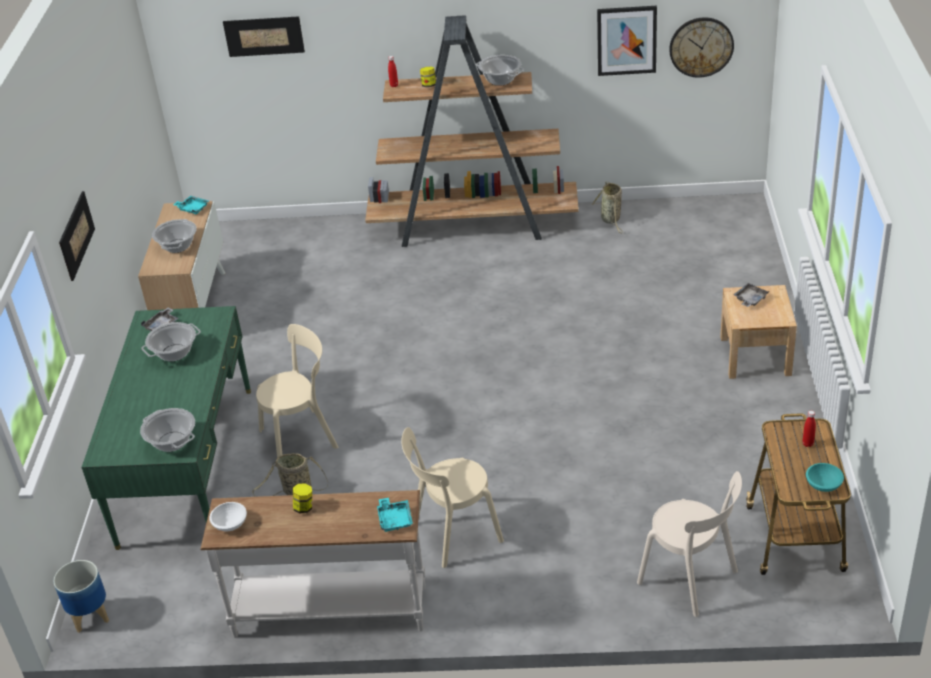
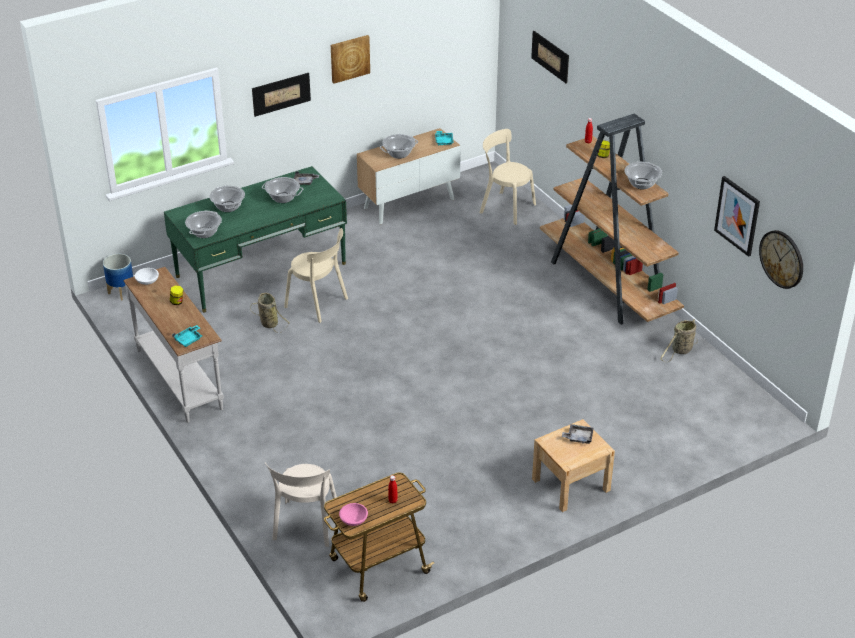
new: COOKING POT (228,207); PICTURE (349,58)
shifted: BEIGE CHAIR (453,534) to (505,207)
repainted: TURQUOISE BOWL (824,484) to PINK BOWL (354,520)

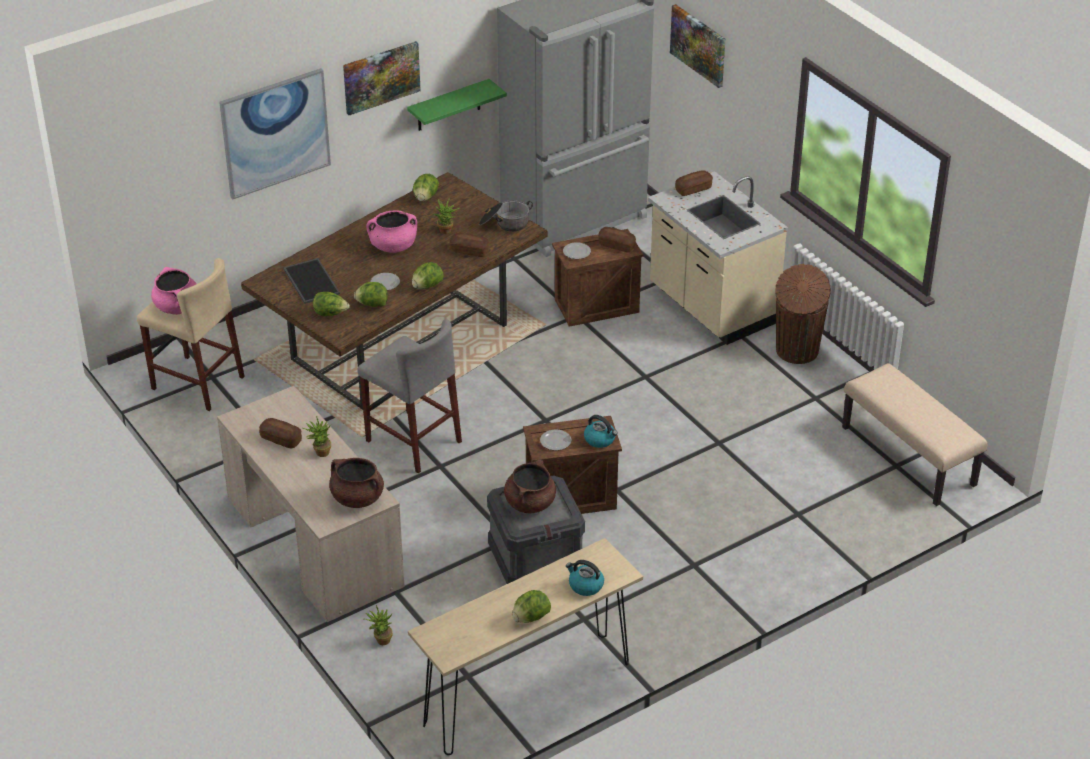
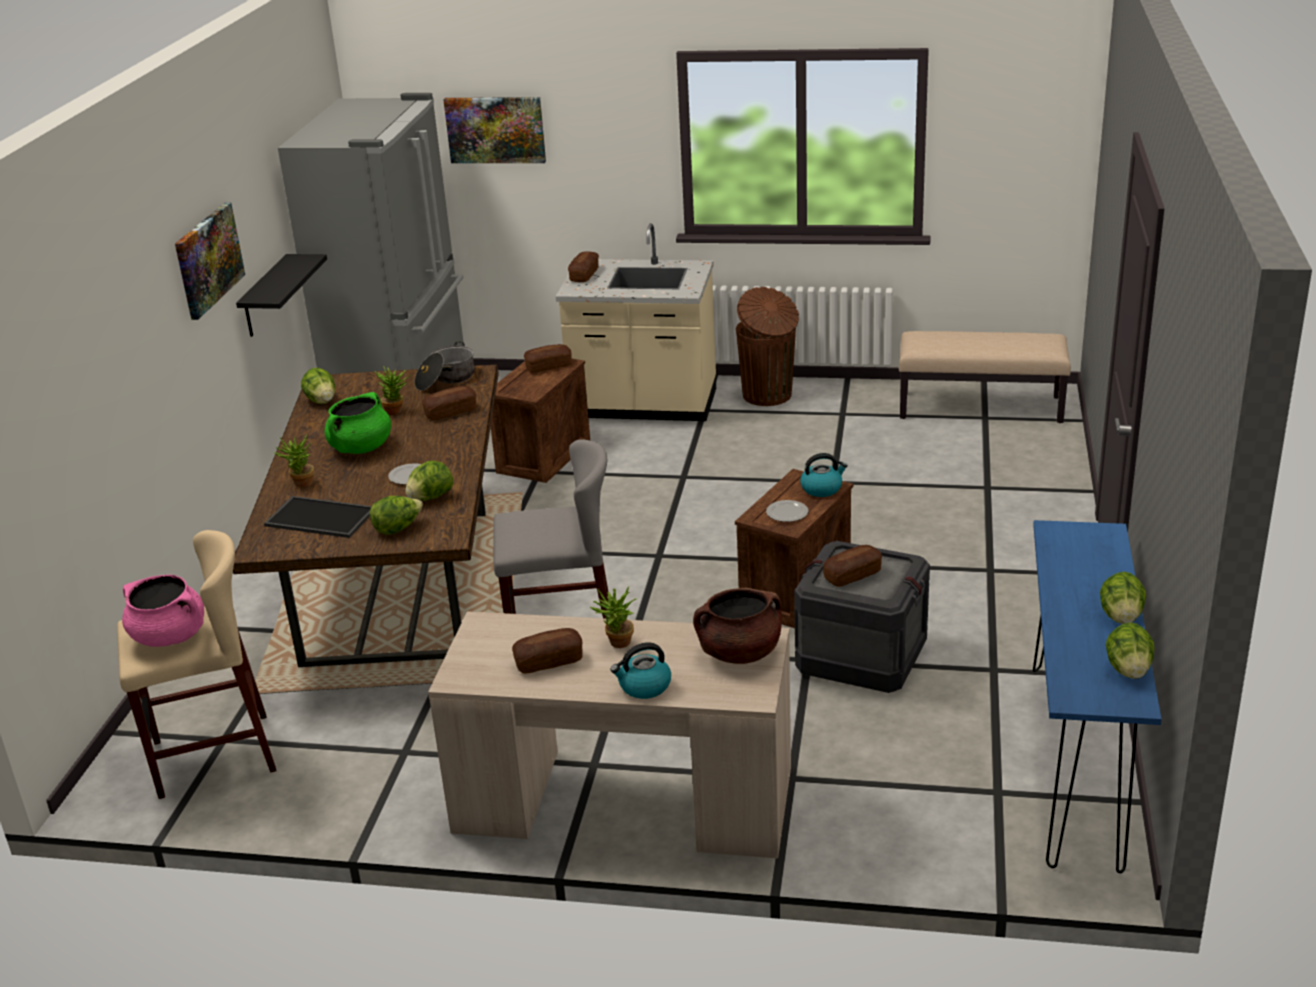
gone: PICTURE (275,133); PLATE (576,251)
shifted: POTTED PLANT (380,640) to (301,485); KETTLE (585,585) to (644,686); LETTUCE (427,286) to (1128,670)
swapped: BROWN COOKING POT (530,503) to BREAD (852,575)
repainted: GREEN SHELF (448,106) to BLACK SHELF (265,297); PINK COOKING POT (393,246) to GREEN COOKING POT (361,448); BEIGE CONSOLE TABLE (527,694) to BLUE CONSOLE TABLE (1075,763)

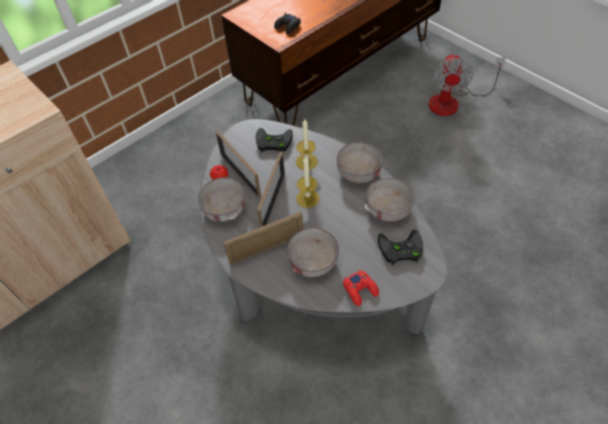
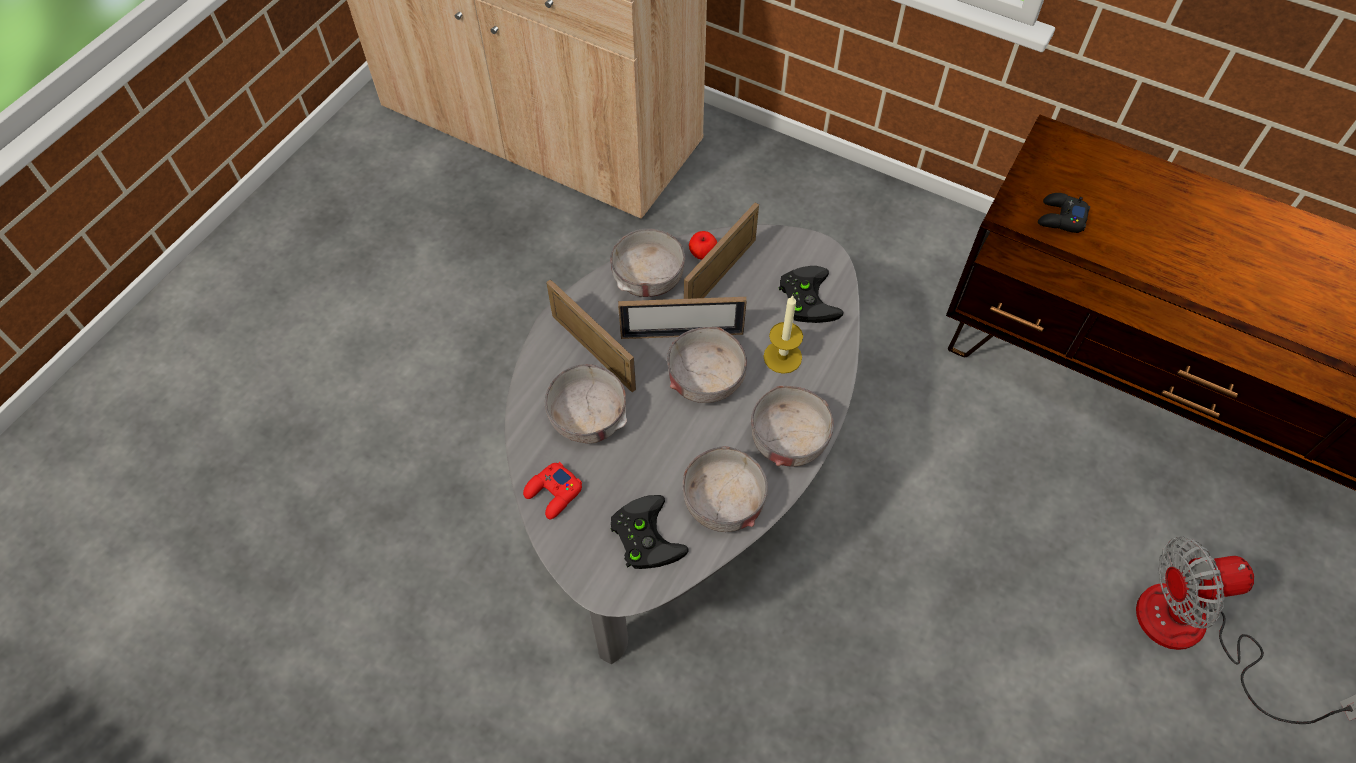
swapped: CANDLE (307,198) to GREY BOWL (705,379)

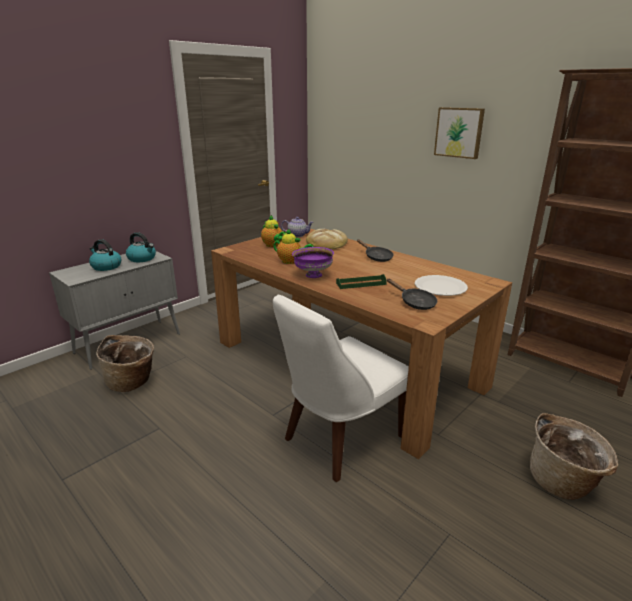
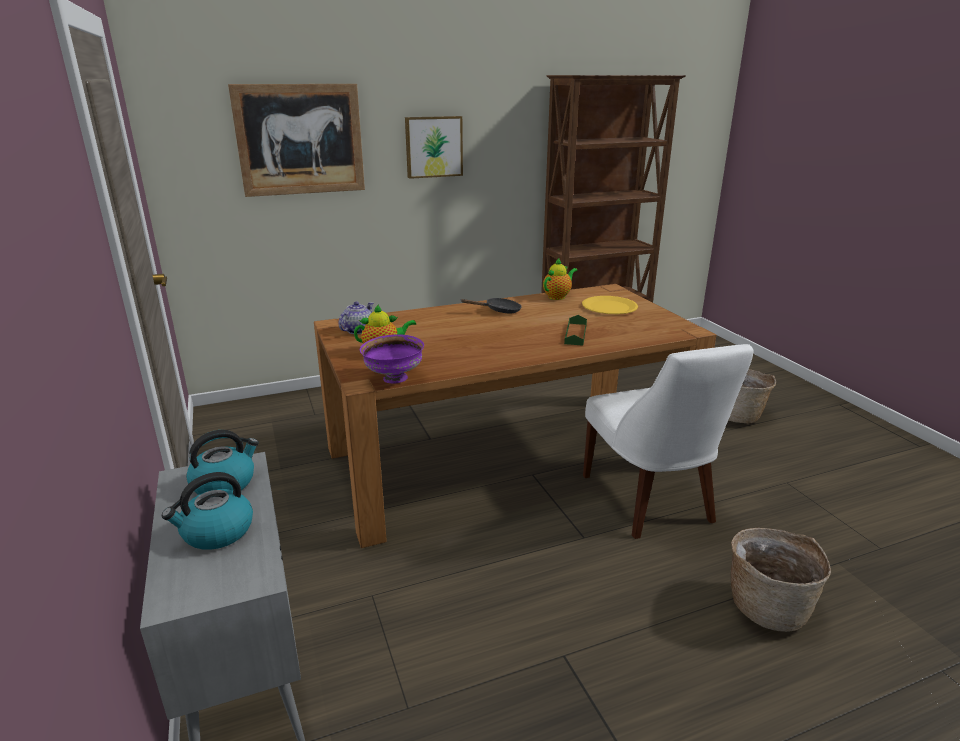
gone: BREAD (327,243); BLACK FRYING PAN (415,302)
new: PICTURE (300,140)
shifted: PURPLE BOWL (313,275) to (394,379); TEAPOT (291,261) to (558,296); BASKET (132,382) to (767,605)
repainted: WHITE PLATE (440,287) to YELLOW PLATE (609,307)

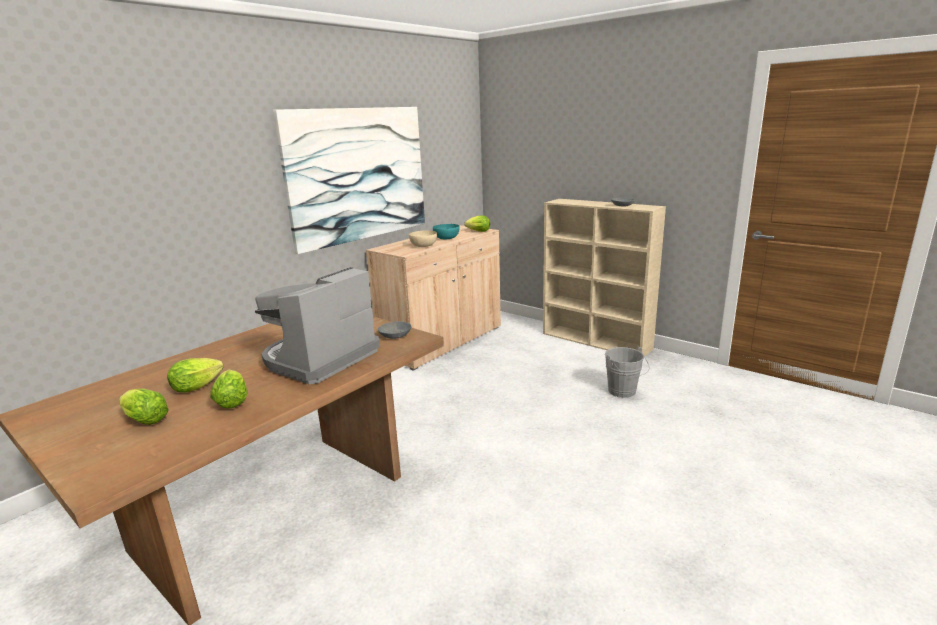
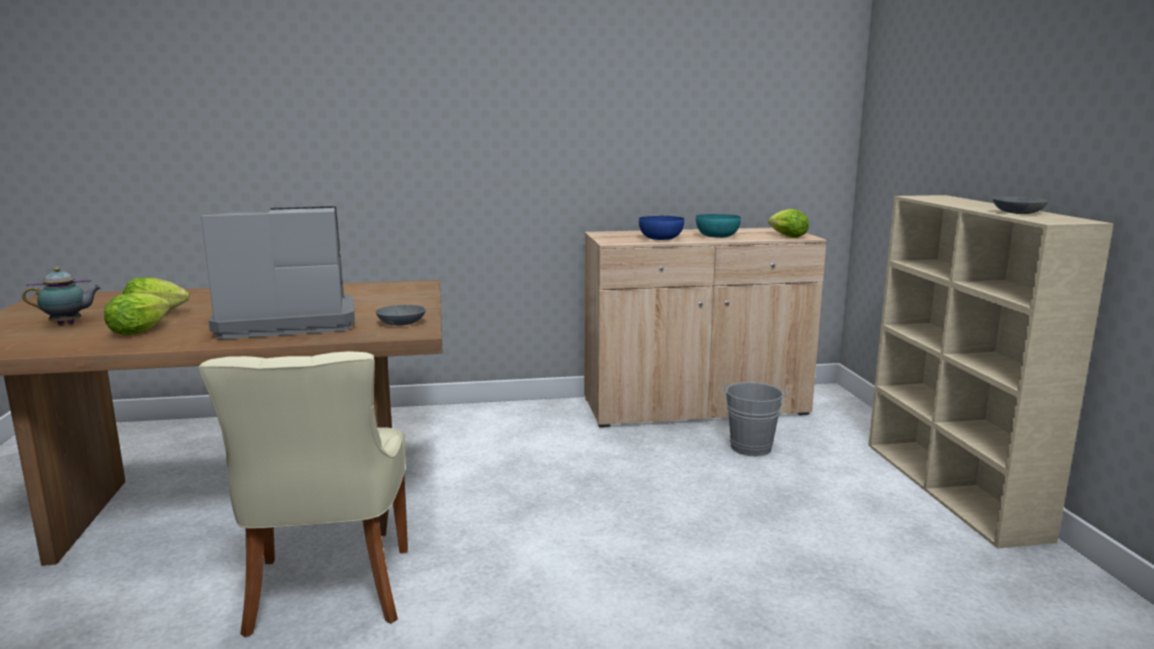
gone: PICTURE (358,175)
new: BEIGE CHAIR (328,593)
shifted: GREY BUCKET (624,392) to (750,450)
swapped: LETTUCE (143,420) to TEAPOT (68,324)
repainted: BEIGE BOWL (423,246) to BLUE BOWL (660,239)

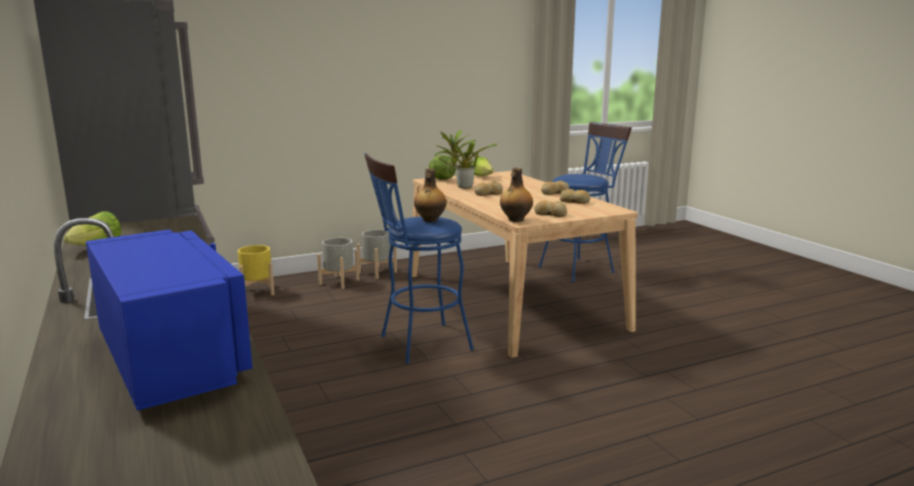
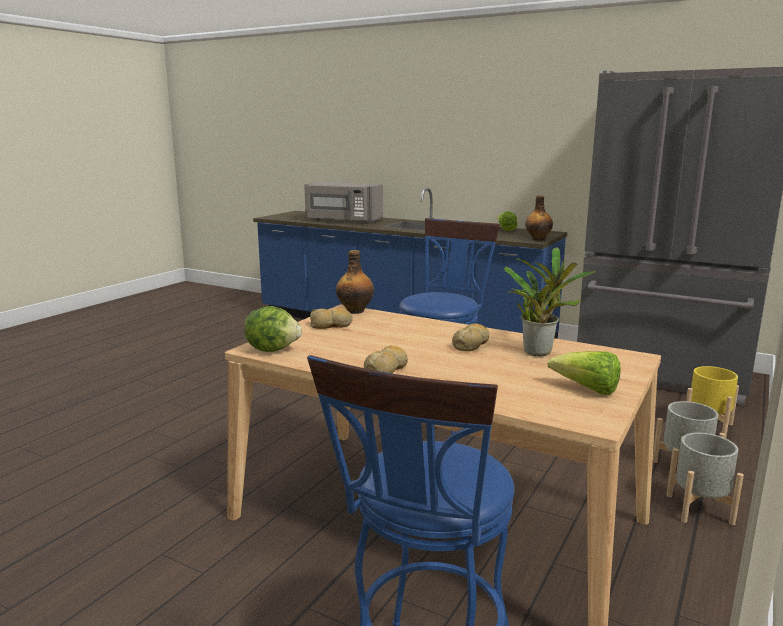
gone: BREAD (575,201)
shifted: LETTUCE (441,179) to (273,349); BOTTLE (430,220) to (538,239)
repainted: BLUE MICROWAVE (173,358) to GREY MICROWAVE (343,221)

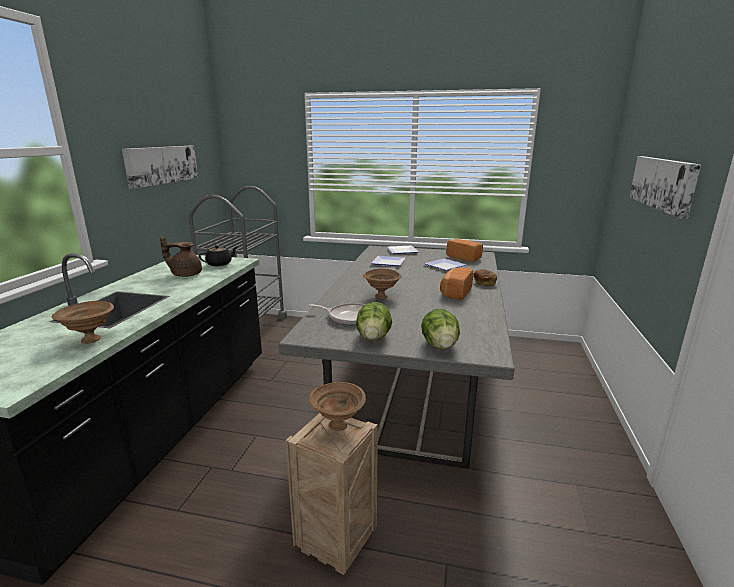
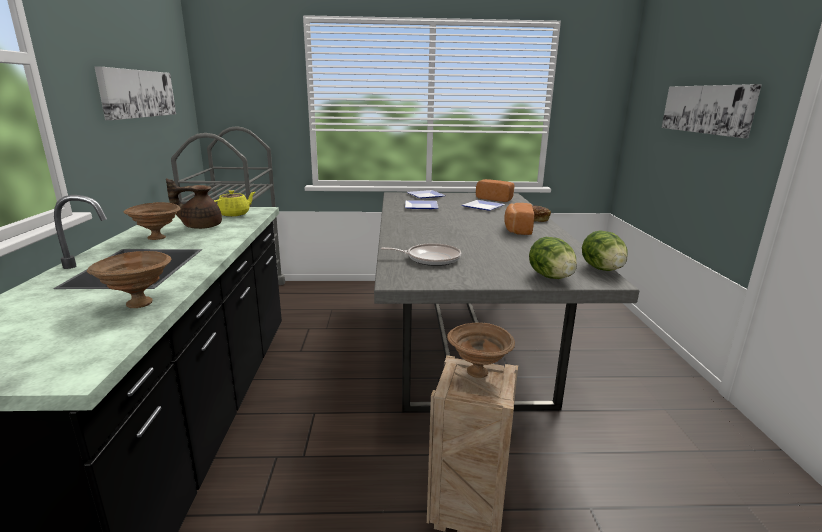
shifted: BROWN BOWL (382,296) to (158,238); LETTUCE (373,338) to (602,269)
repainted: BLACK TEAPOT (220,264) to YELLOW TEAPOT (235,214)

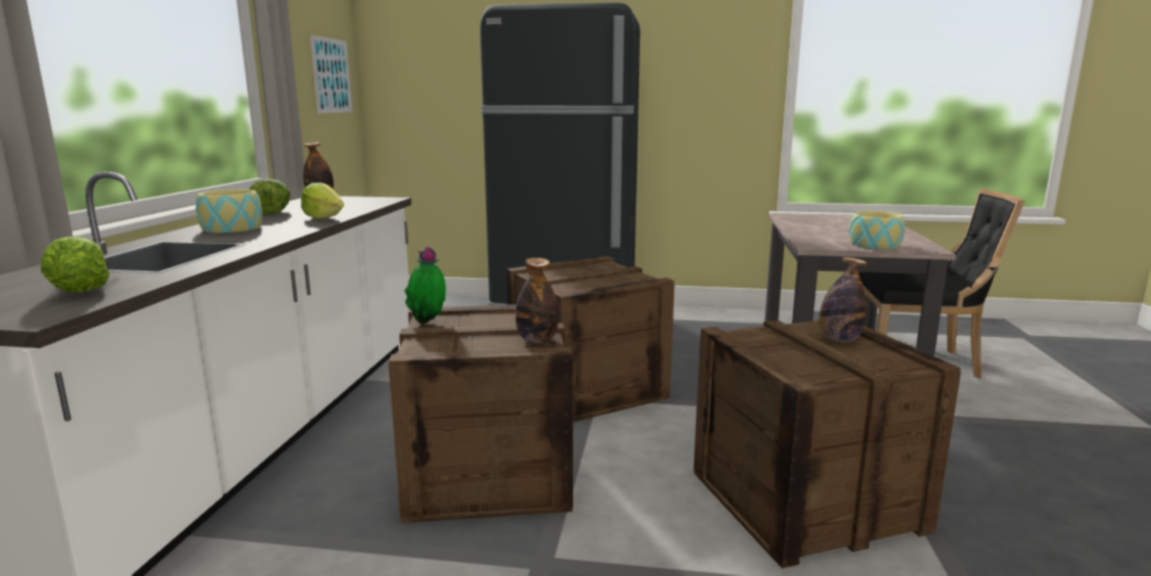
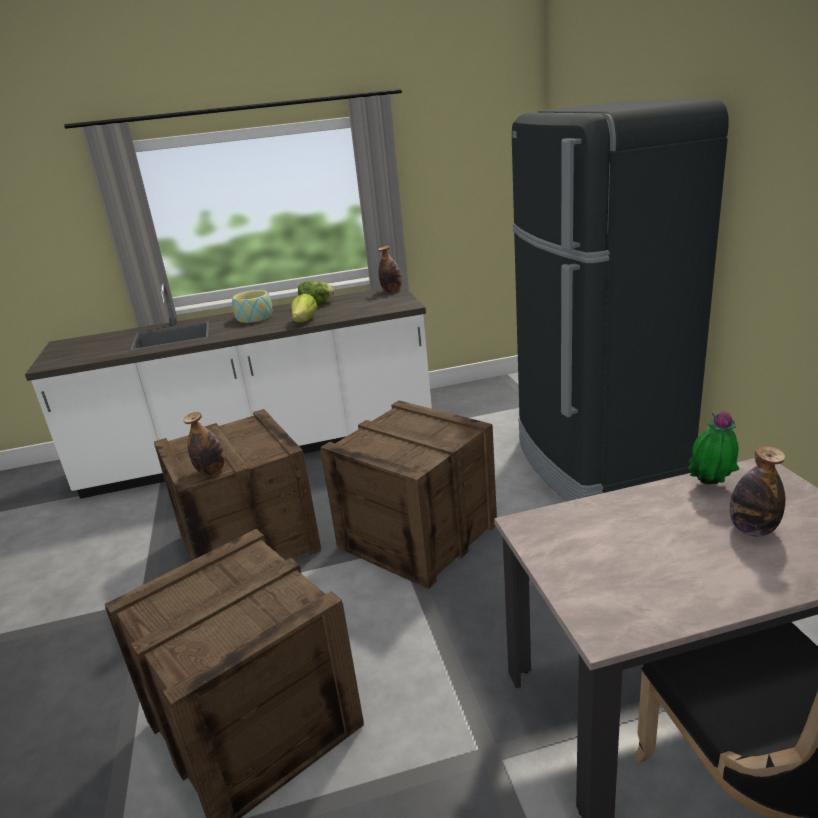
gone: LETTUCE (79,291); PICTURE (331,76); BOWL (875,245)
shifted: POTTED PLANT (428,323) to (710,486); BOTTLE (839,340) to (752,529)

